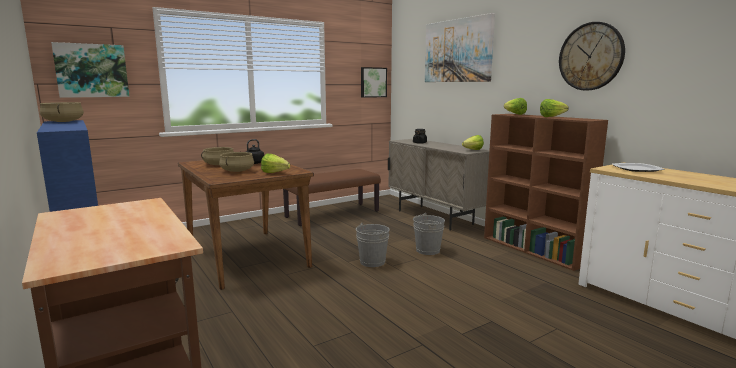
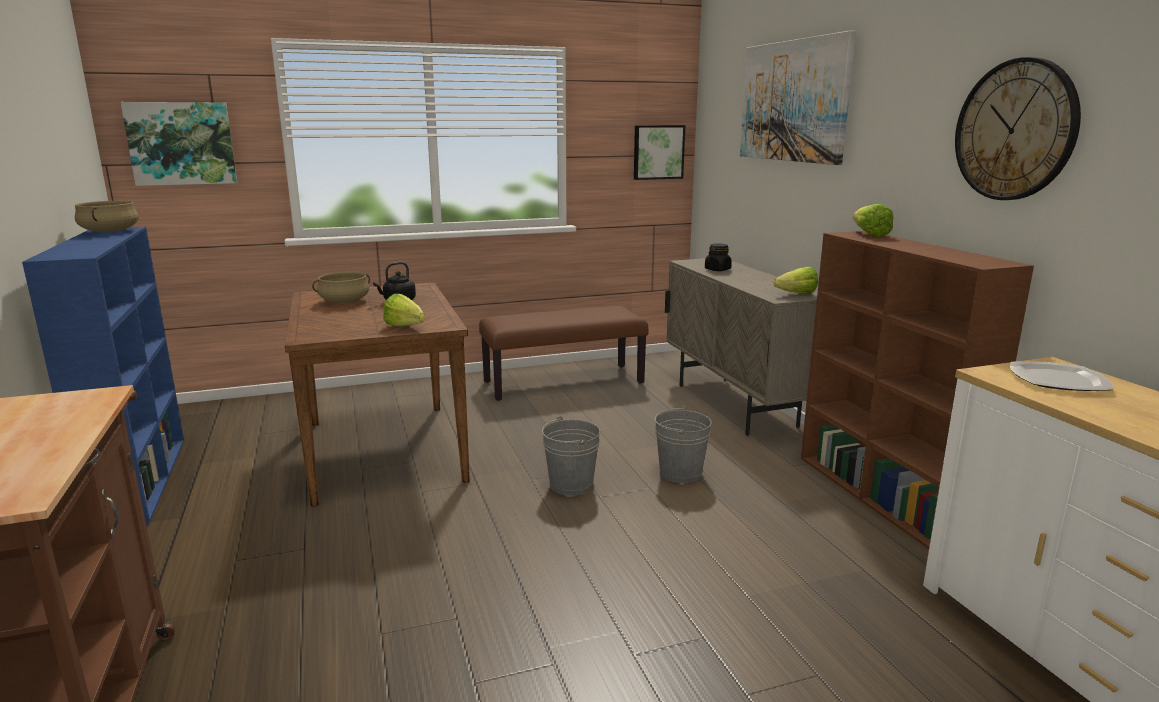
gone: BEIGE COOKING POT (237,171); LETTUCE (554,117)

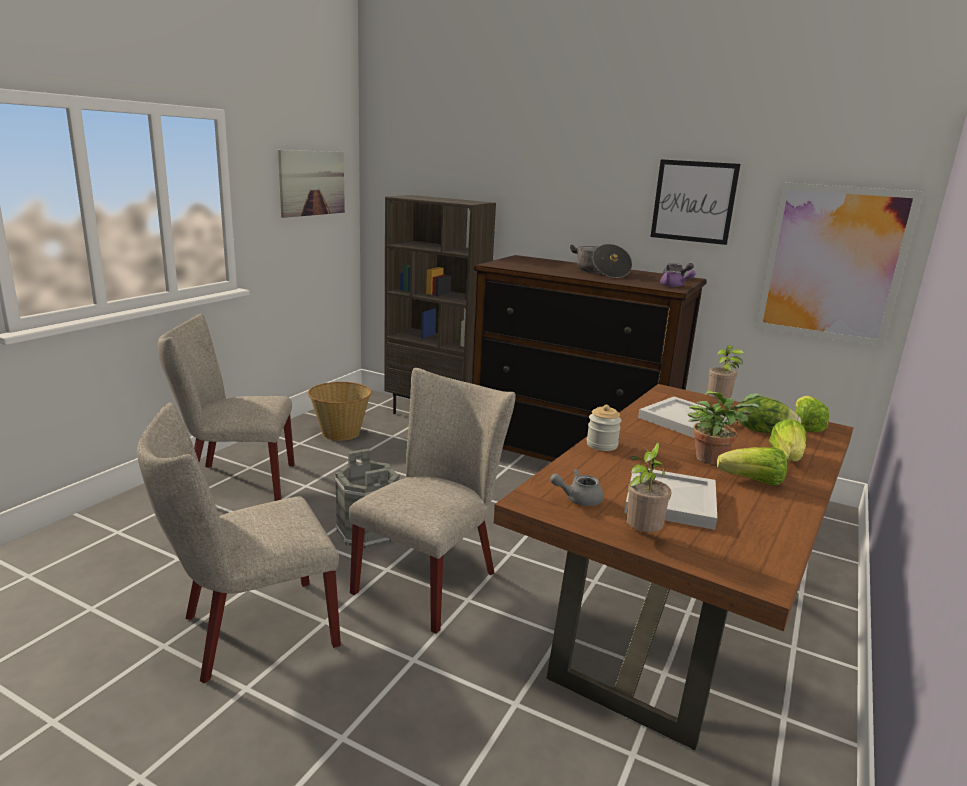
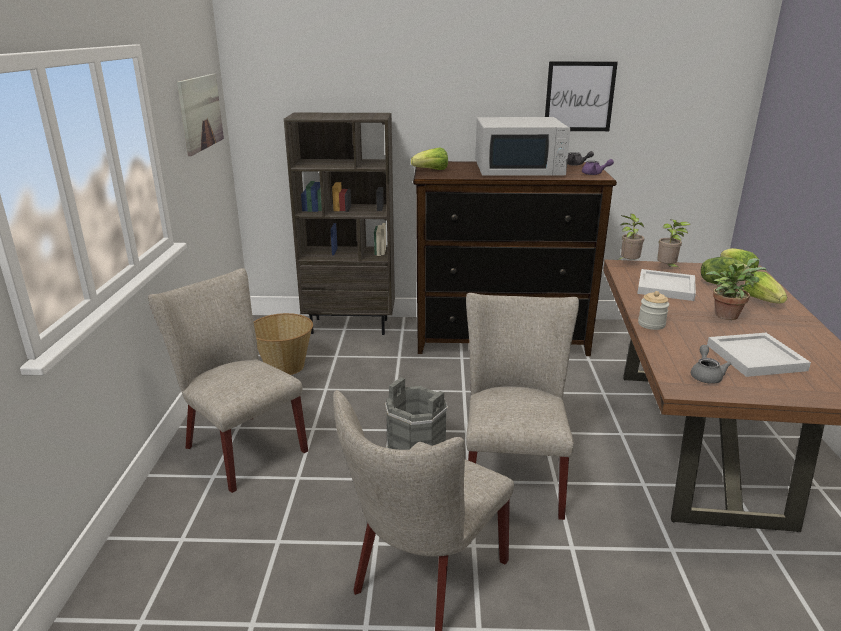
gone: PICTURE (833,264)
shifted: LETTUCE (752,482) to (431,170); POTTED PLANT (640,535) to (628,263)
swapped: COOKING POT (600,272) to WHITE MICROWAVE (519,169)
rotated: BEIGE CHAIR (234,481) = (239,447) 75 degrees clockwise; GREY TEAPOT (578,499) = (705,375) 135 degrees clockwise

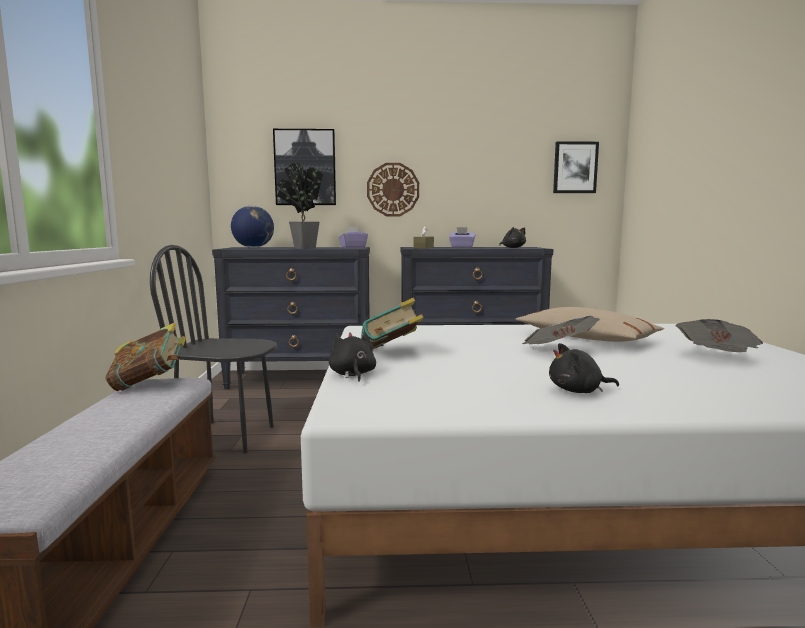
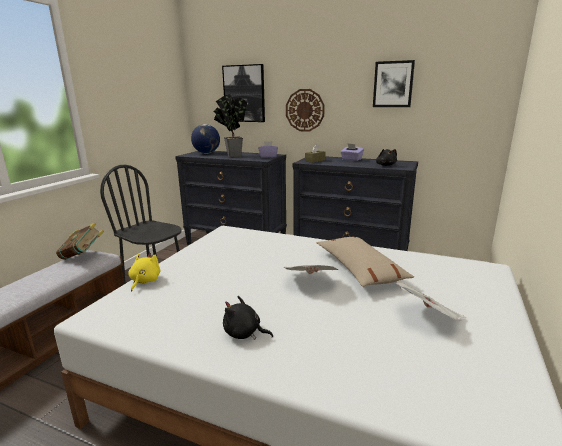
gone: BOOK (391,353)
shifted: PICTURE (575,167) to (393,84)
repainted: BLACK PLUSH TOY (352,374) to YELLOW PLUSH TOY (144,281)

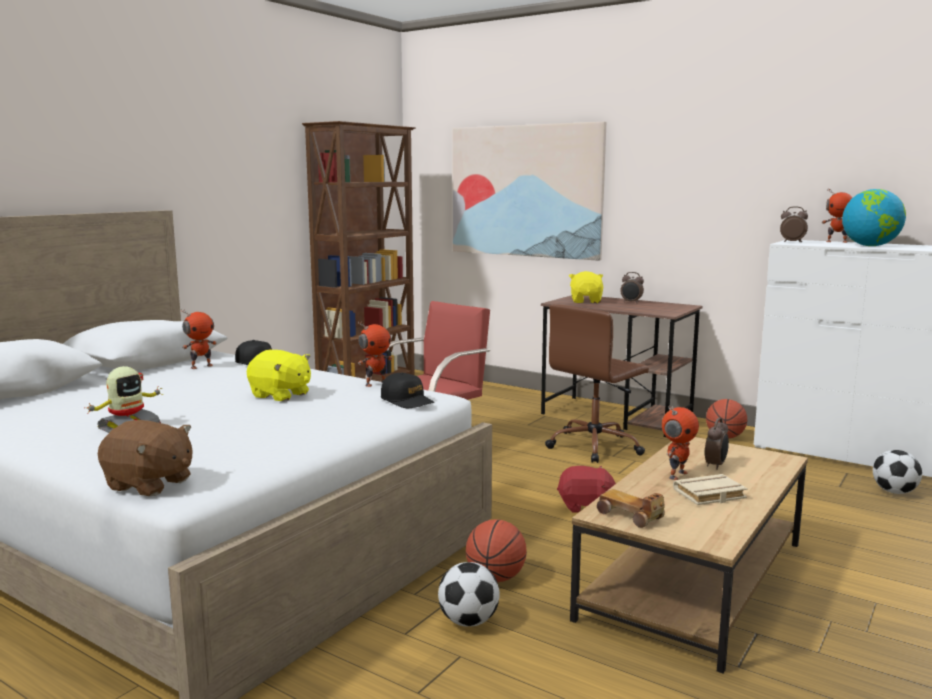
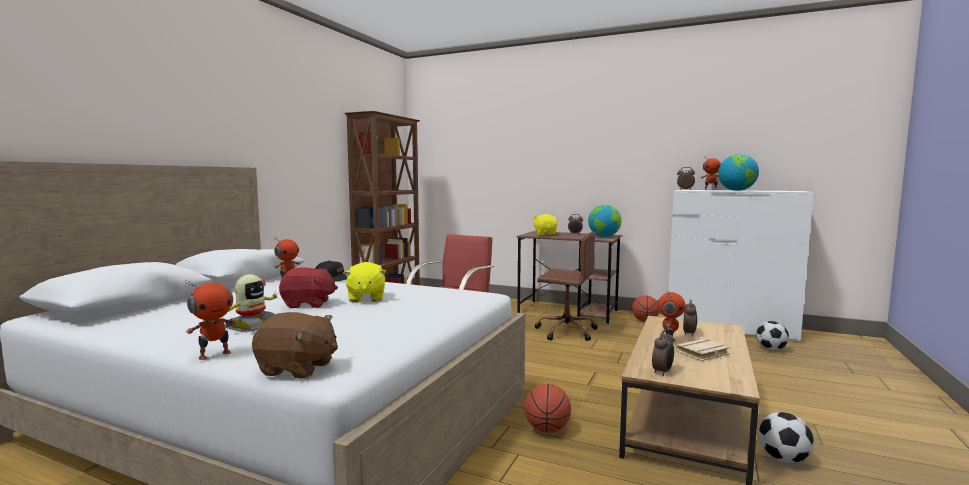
gone: BLACK CAP (407,401); PICTURE (525,191)
new: GLOBE (604,236)
shifted: TOY ROBOT (376,384) to (214,354); RED PLUSH TOY (585,506) to (308,304); FOOTBALL (468,622) to (783,459)
swapped: TOY CAR (631,516) to ALARM CLOCK (663,372)
rotated: YELLOW PLUSH TOY (280,395) = (365,298) 60 degrees clockwise; BROWN OFFICE CHAIR (595,446) = (565,331) 105 degrees counterclockwise

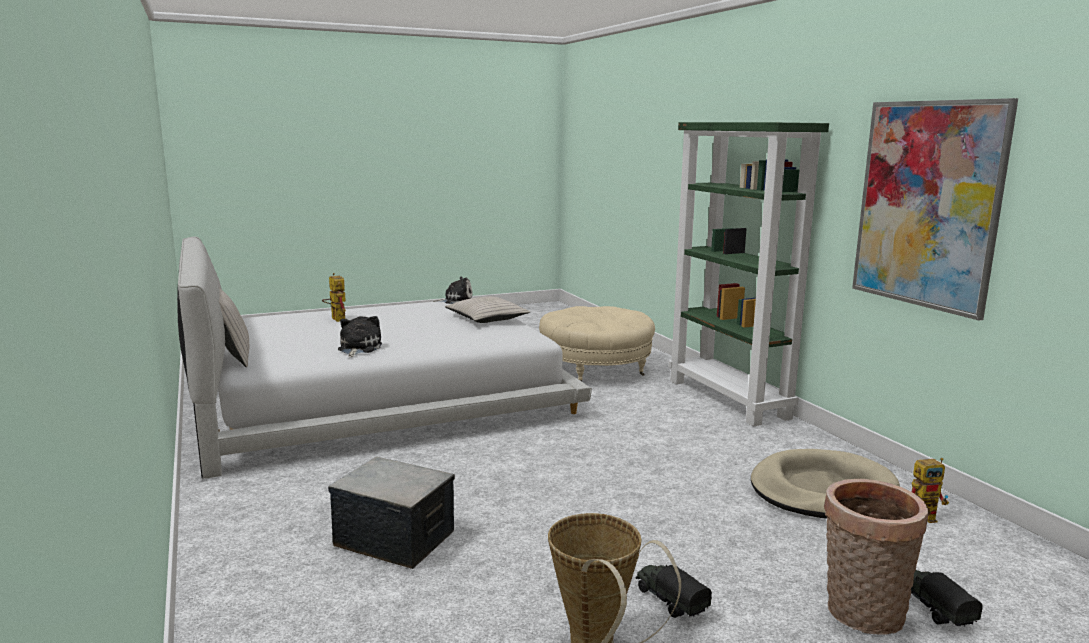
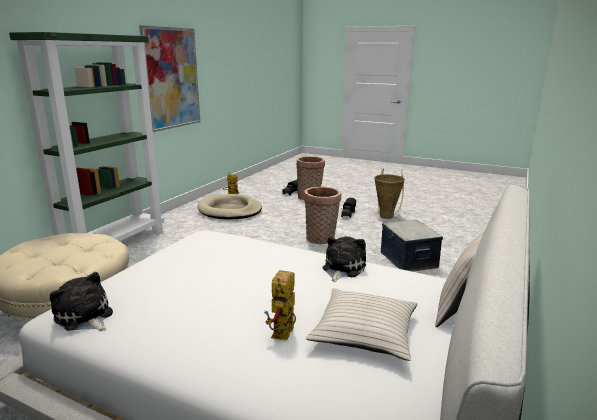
new: BASKET (321,239)
shifted: BEIGE PILLOW (487,318) to (365,332)
rotated: PLUSH TOY (358,348) = (342,268) 150 degrees clockwise

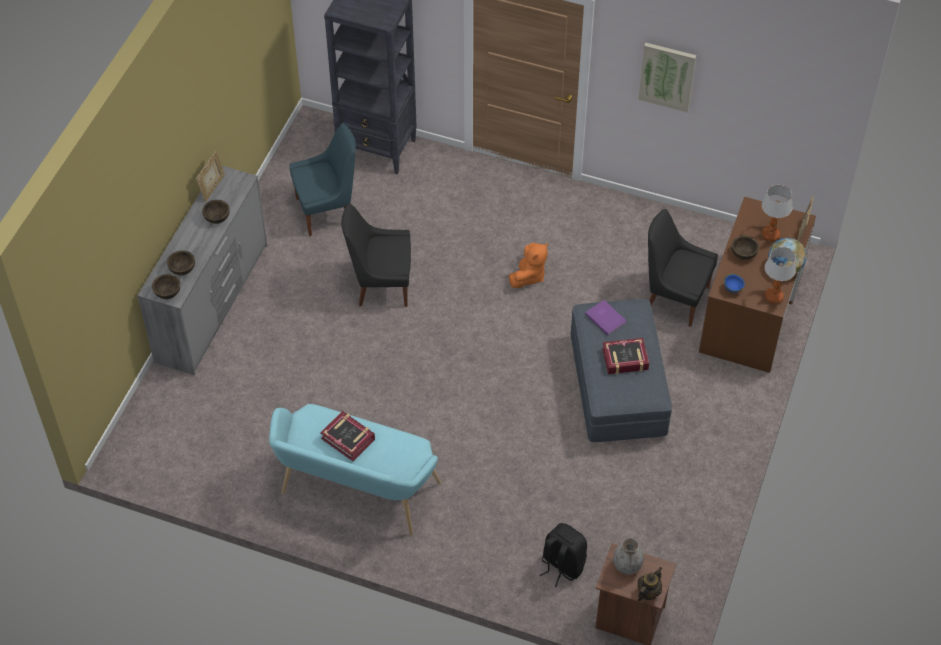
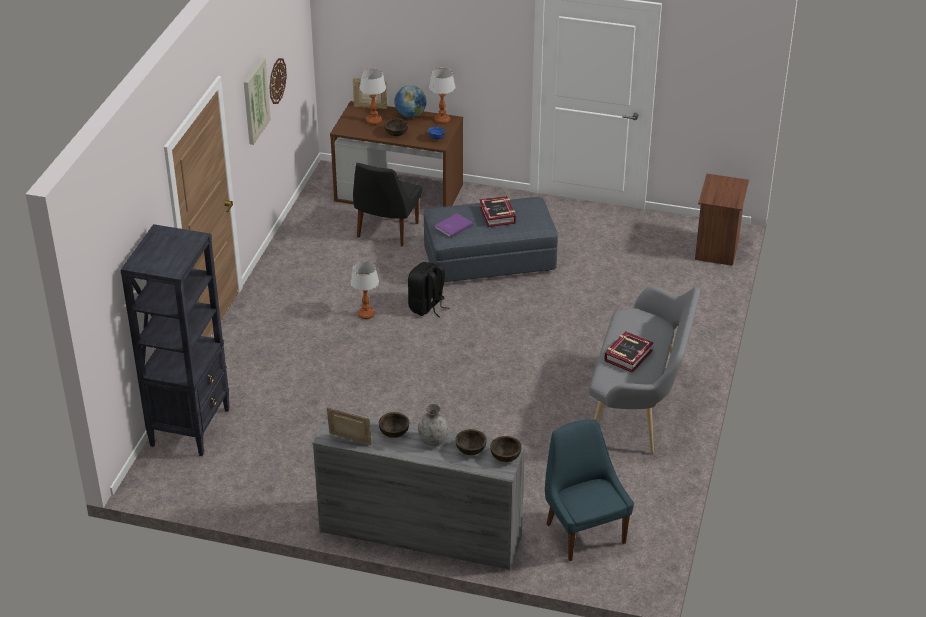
gone: BLACK CHAIR (381,285); TEAPOT (648,592)
new: WALL CLOCK (277,81)
shifted: BLACK BACKPACK (562,565) to (427,307); GREY VASE (627,566) to (433,440); BLUE CHAIR (328,211) to (584,531)
swapped: ORANGE PLUSH TOY (528,276) to TABLE LAMP (366,314)
repainted: TURQUOISE BENCH (355,493) to GREY BENCH (639,406)

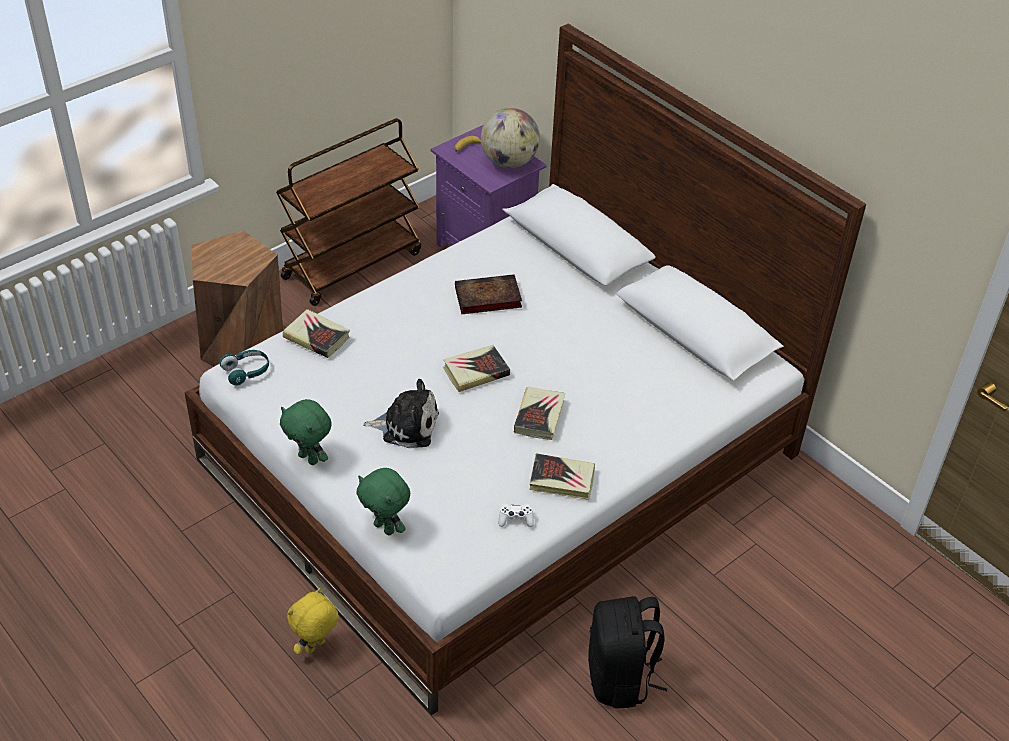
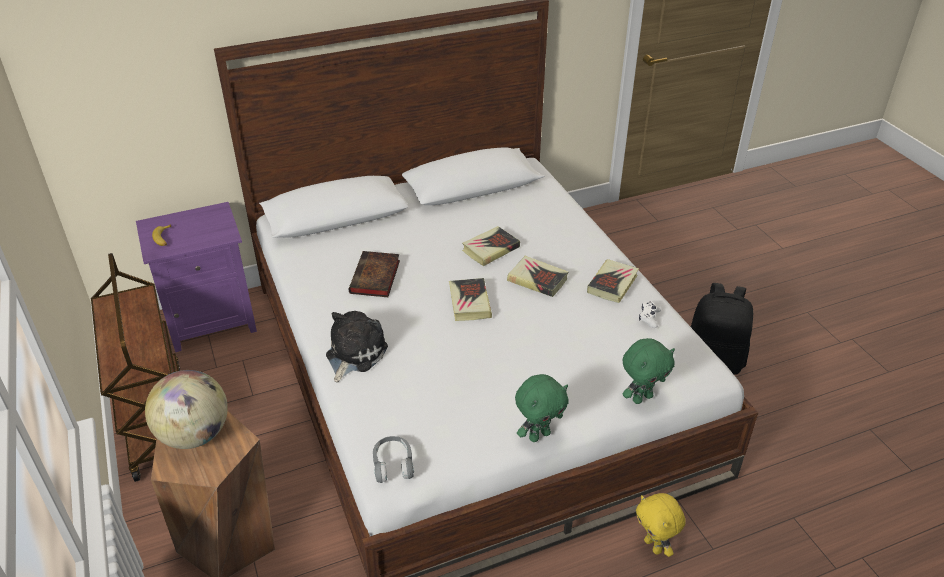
shifted: GLOBE (509,162) to (195,435); PLUSH TOY (406,425) to (354,354); BOOK (316,337) to (490,249)
repainted: TURQUOISE HEADPHONES (246,372) to GREY HEADPHONES (393,465)

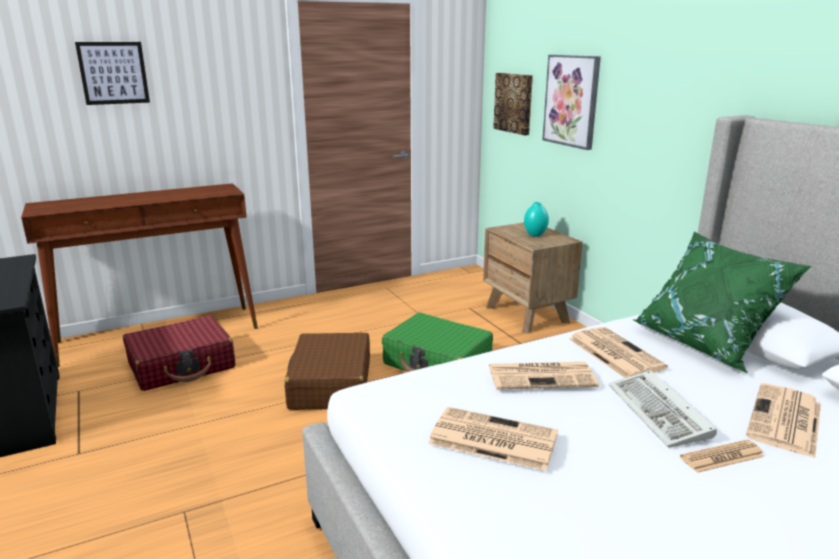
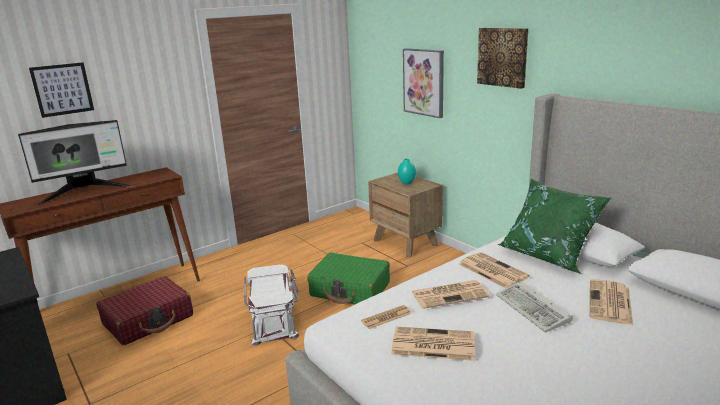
new: MONITOR (85,192)
shifted: NEWSPAPER (722,457) to (386,317); PICTURE (514,103) to (503,57)
swapped: BROWN SUITCASE (330,384) to WHITE STORAGE BOX (274,318)

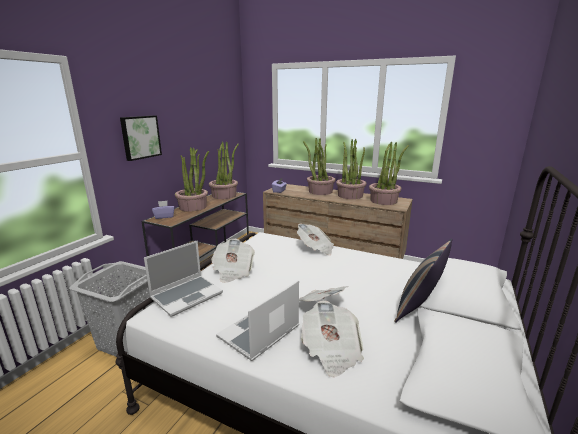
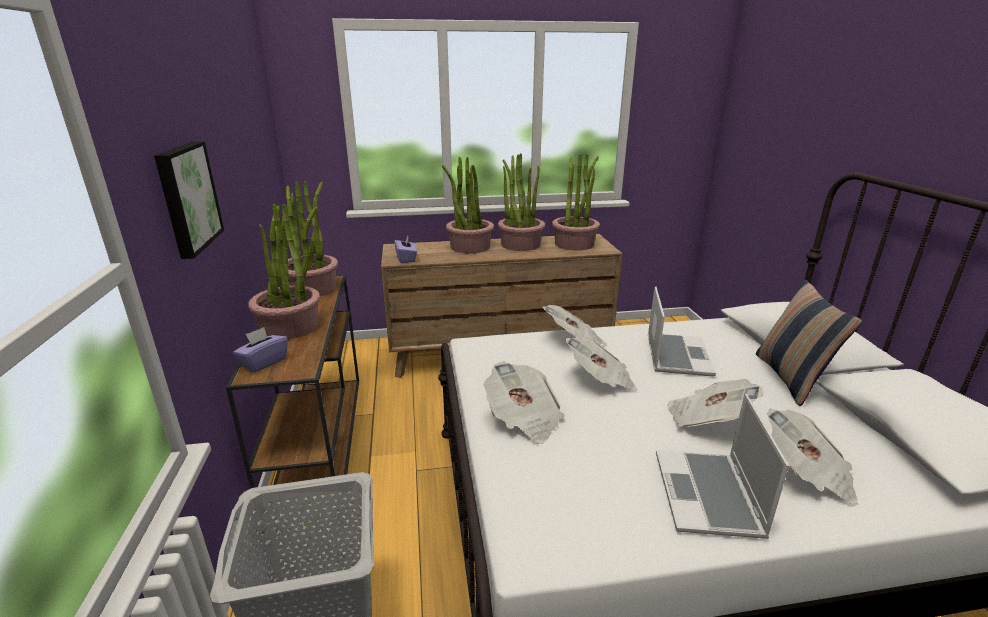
new: NEWSPAPER (600,380)
shifted: LAPTOP (187,295) to (676,355)

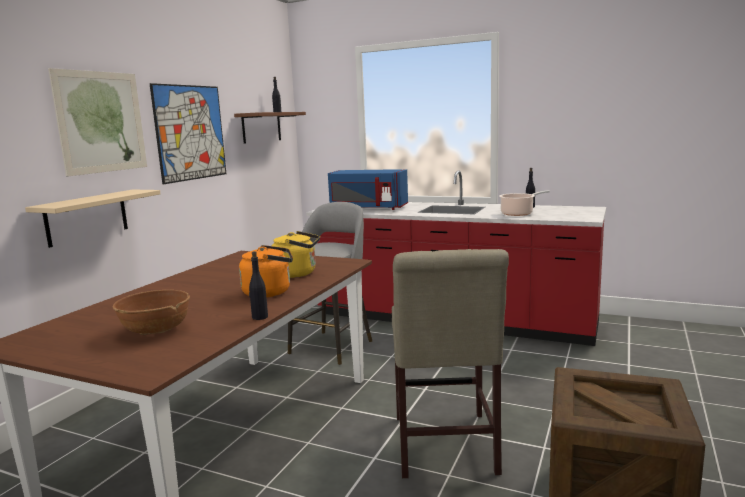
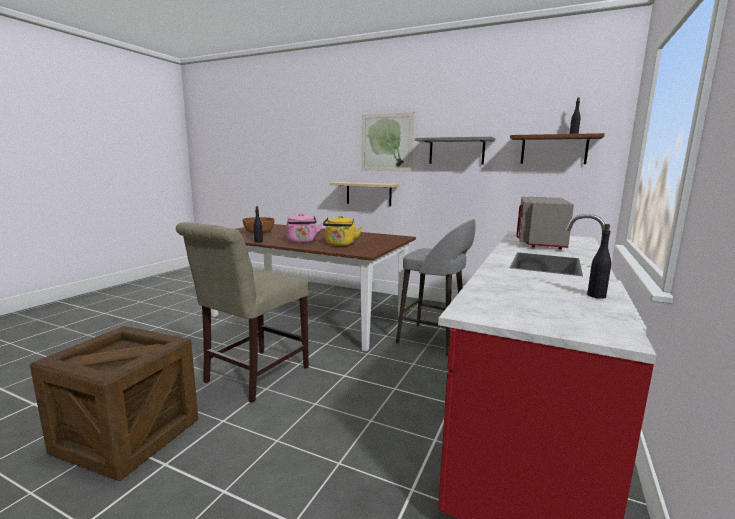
gone: COOKING POT (518,213)
swapped: PICTURE (190,132) to GREY SHELF (456,151)
repainted: ORANGE KETTLE (270,292) to PINK KETTLE (302,242); BLUE MICROWAVE (367,208) to GREY MICROWAVE (539,241)
rotated: BEIGE CHAIR (444,448) = (252,376) 60 degrees counterclockwise

